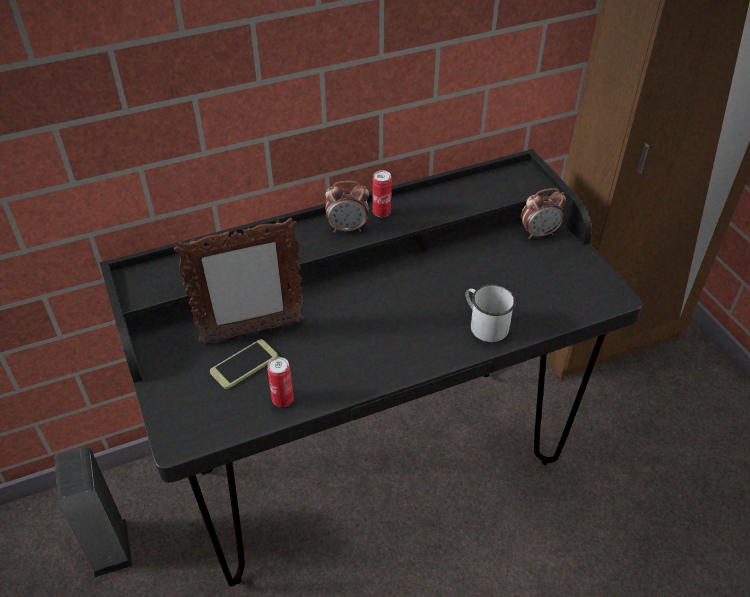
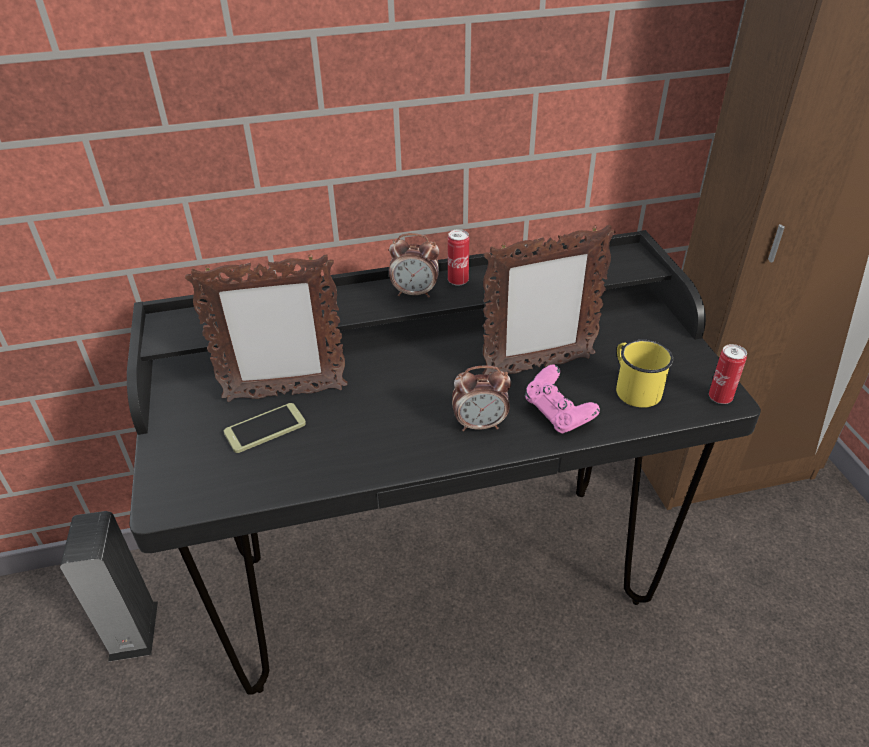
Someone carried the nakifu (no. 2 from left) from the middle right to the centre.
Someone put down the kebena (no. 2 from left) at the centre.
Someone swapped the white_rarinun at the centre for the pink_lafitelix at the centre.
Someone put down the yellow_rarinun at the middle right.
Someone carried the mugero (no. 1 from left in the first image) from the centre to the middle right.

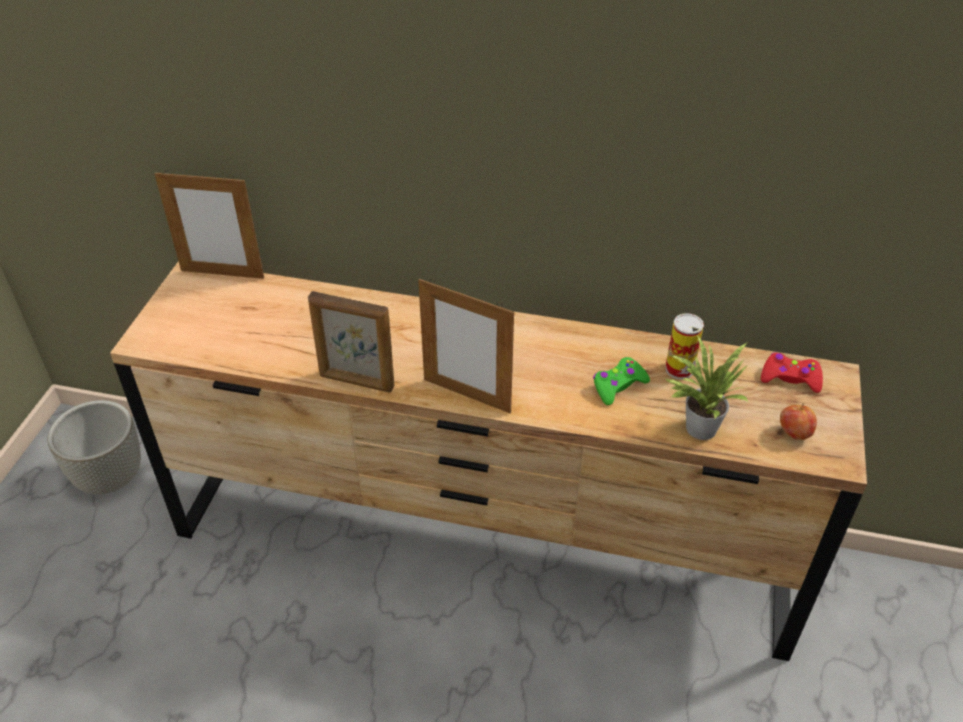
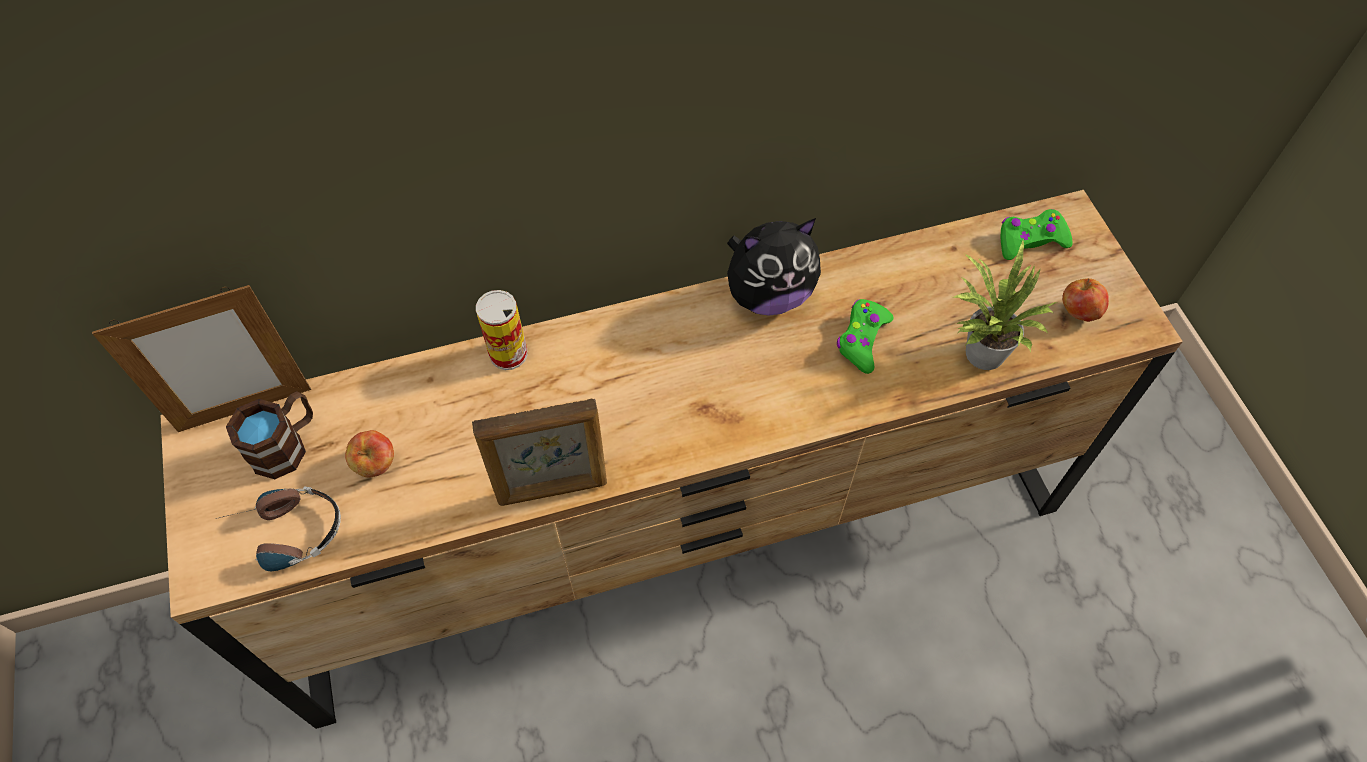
Someone put down the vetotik at the bottom left.
Someone put down the brown_rarinun at the middle left.
Someone put down the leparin (no. 1 from left) at the middle left.
Someone carried the mugero from the middle right to the centre.
Someone put down the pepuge at the centre.
Someone repainted the red_lafitelix at the middle right, which became the green_lafitelix (no. 2 from left) at the top right.
Someone took away the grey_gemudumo at the middle left.
Someone took away the kebena (no. 3 from left) at the centre.

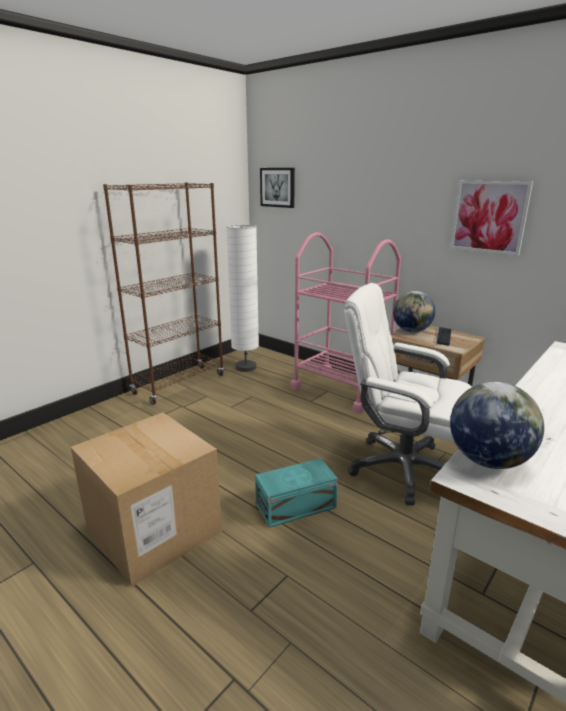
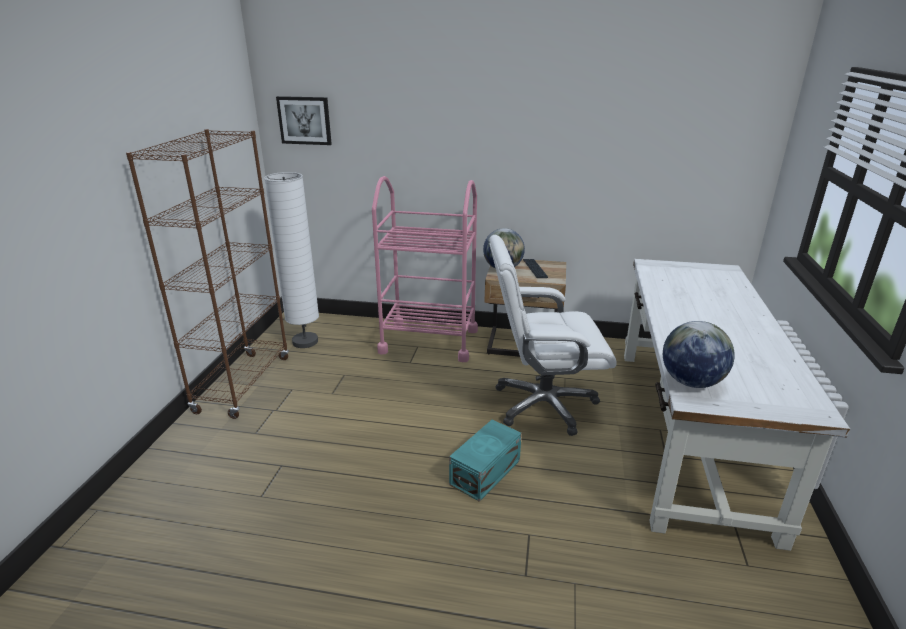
Someone took away the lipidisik at the bottom left.
Someone took away the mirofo (no. 2 from left) at the top right.

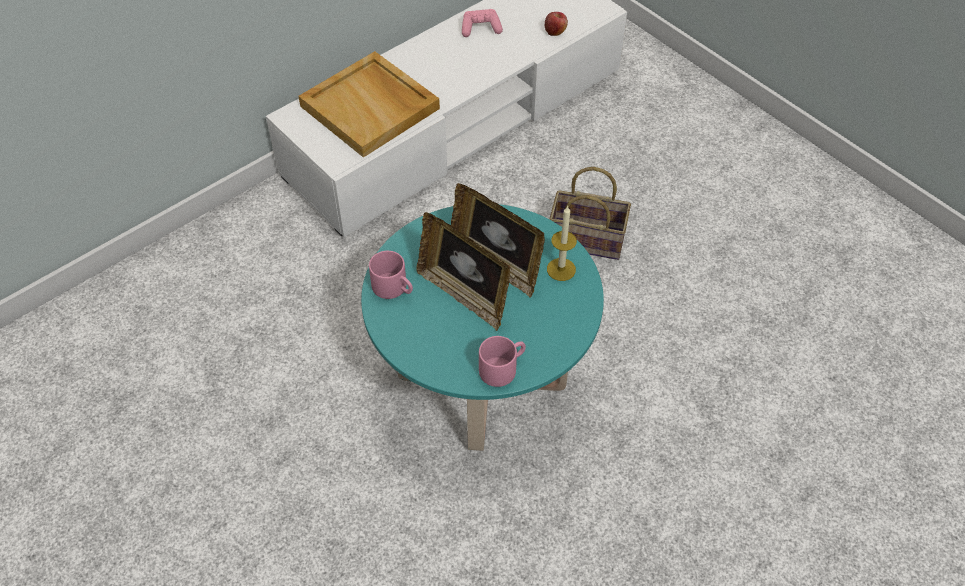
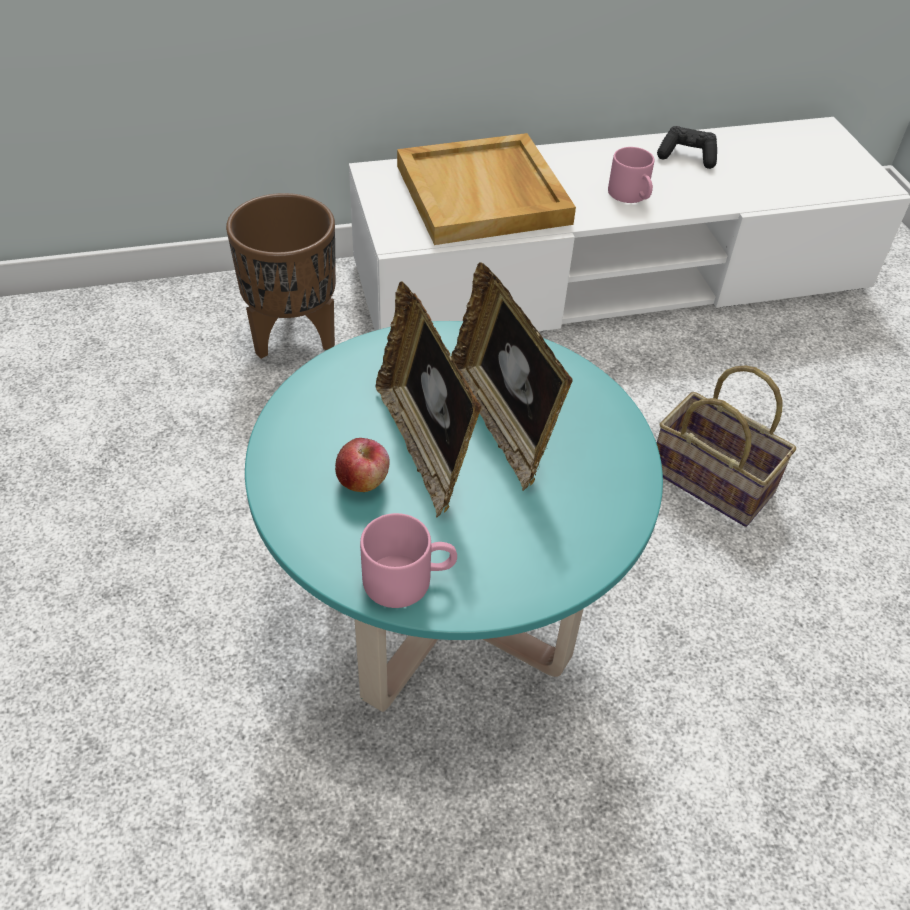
Someone put down the brown_gemudumo at the top left.
Someone carried the leparin from the top centre to the centre.
Someone carried the pink_rarinun (no. 1 from left in the first image) from the centre to the top right.
Someone repainted the pink_lafitelix at the top centre, which became the black_lafitelix at the top right.
Someone took away the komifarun at the centre.

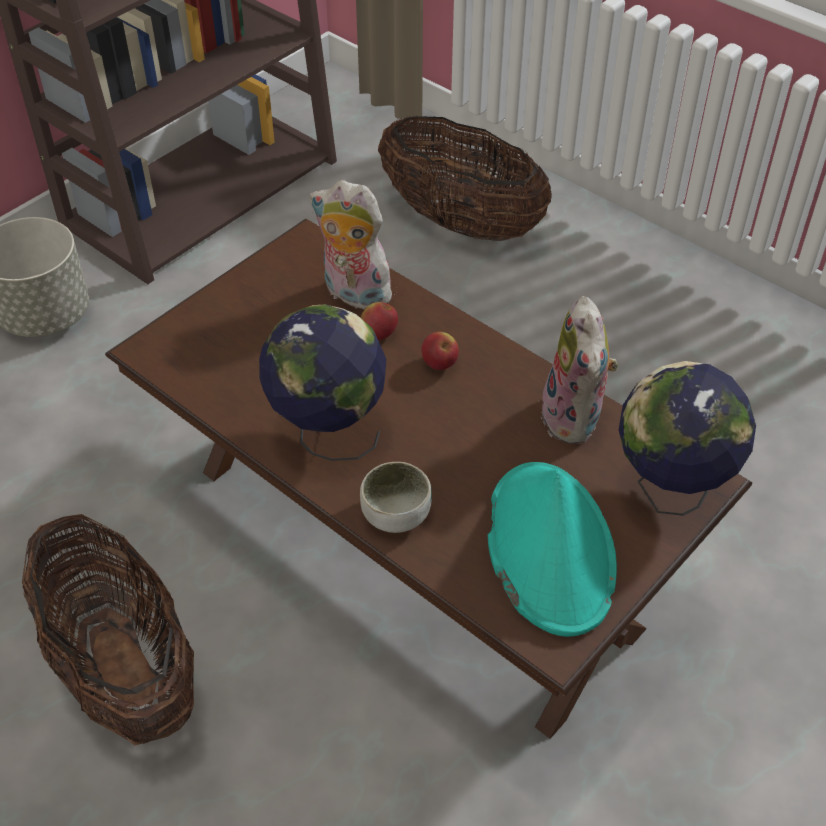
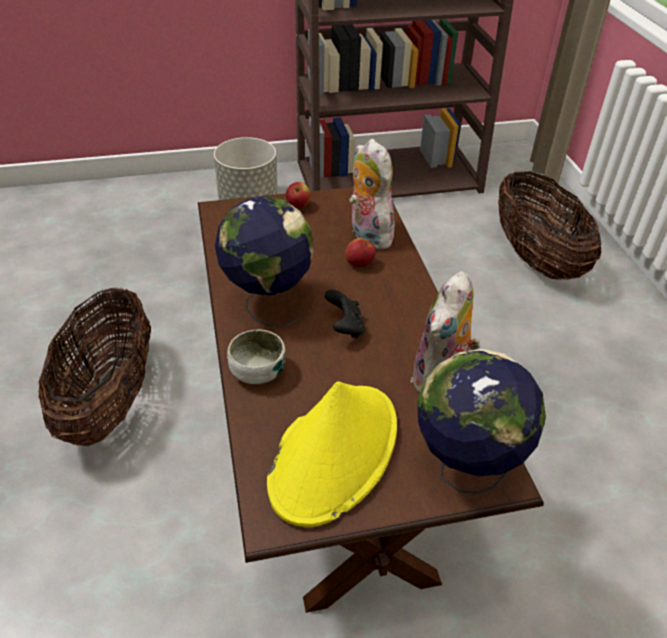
Someone repainted the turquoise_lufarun at the middle right, which became the yellow_lufarun at the bottom centre.
Someone carried the leparin (no. 2 from left in the first image) from the centre to the top centre.
Someone put down the black_lafitelix at the centre.

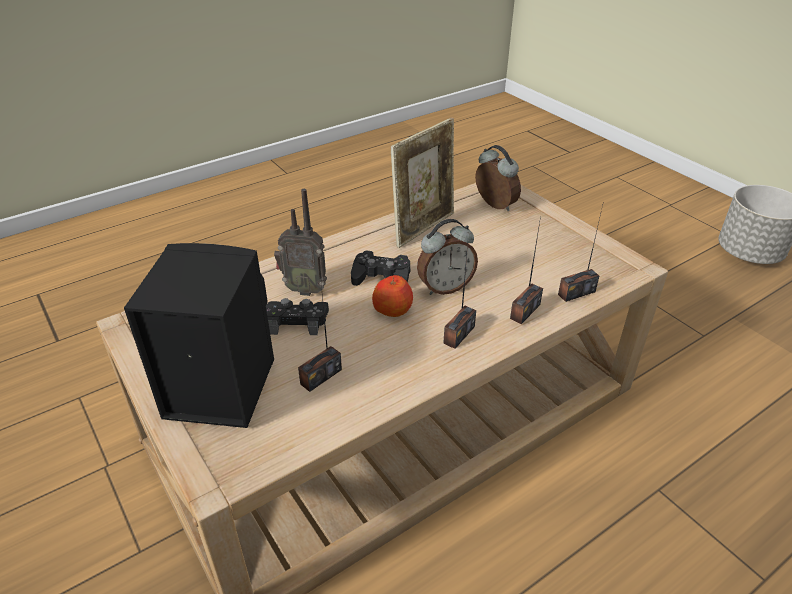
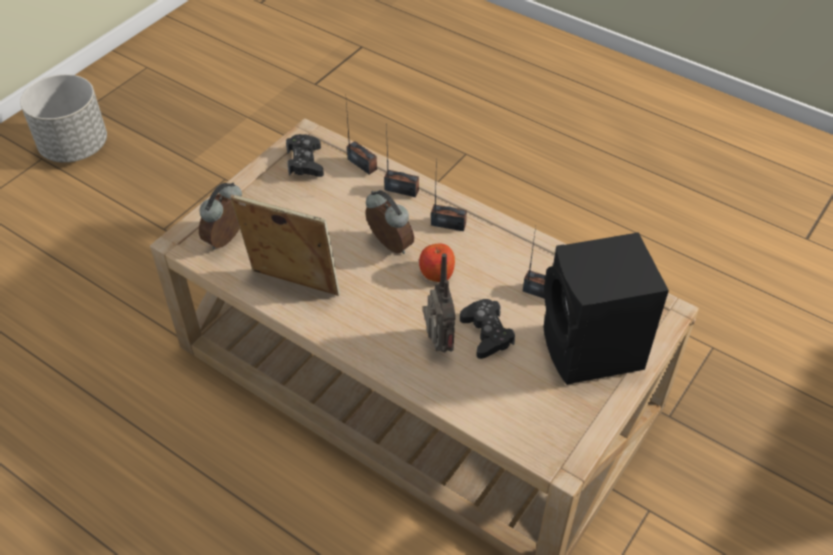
Someone carried the black_lafitelix (no. 2 from left in the first image) from the centre to the top centre.

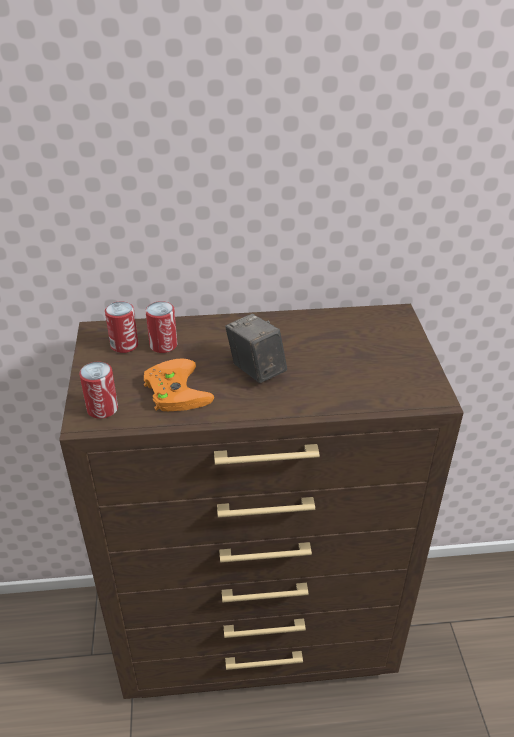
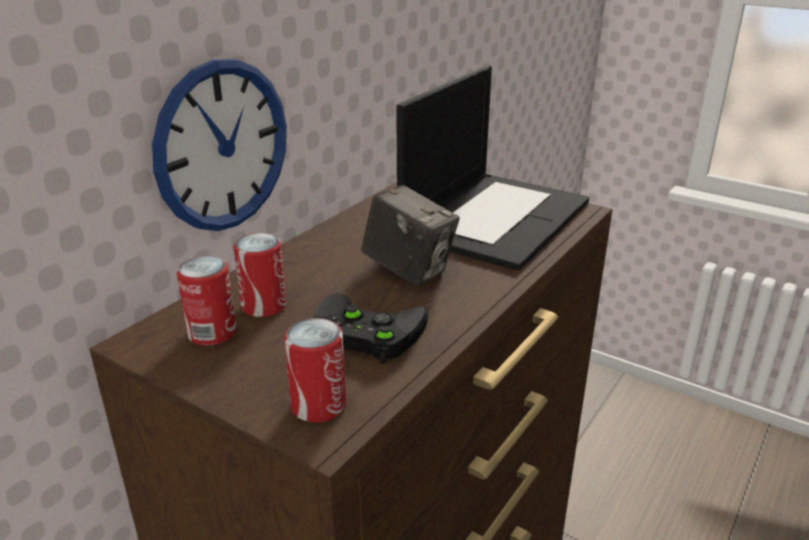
Someone put up the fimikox at the top left.
Someone repainted the orange_lafitelix at the centre, which became the black_lafitelix at the centre.
Someone rotated the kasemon at the centre by 150 degrees counterclockwise.
Someone put down the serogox at the top centre.

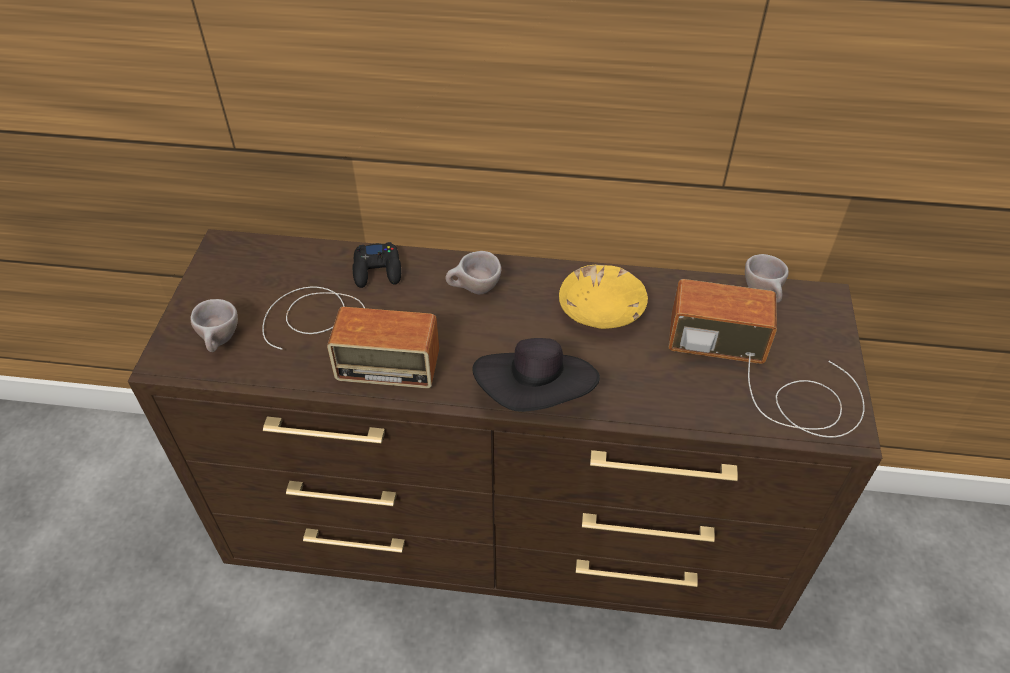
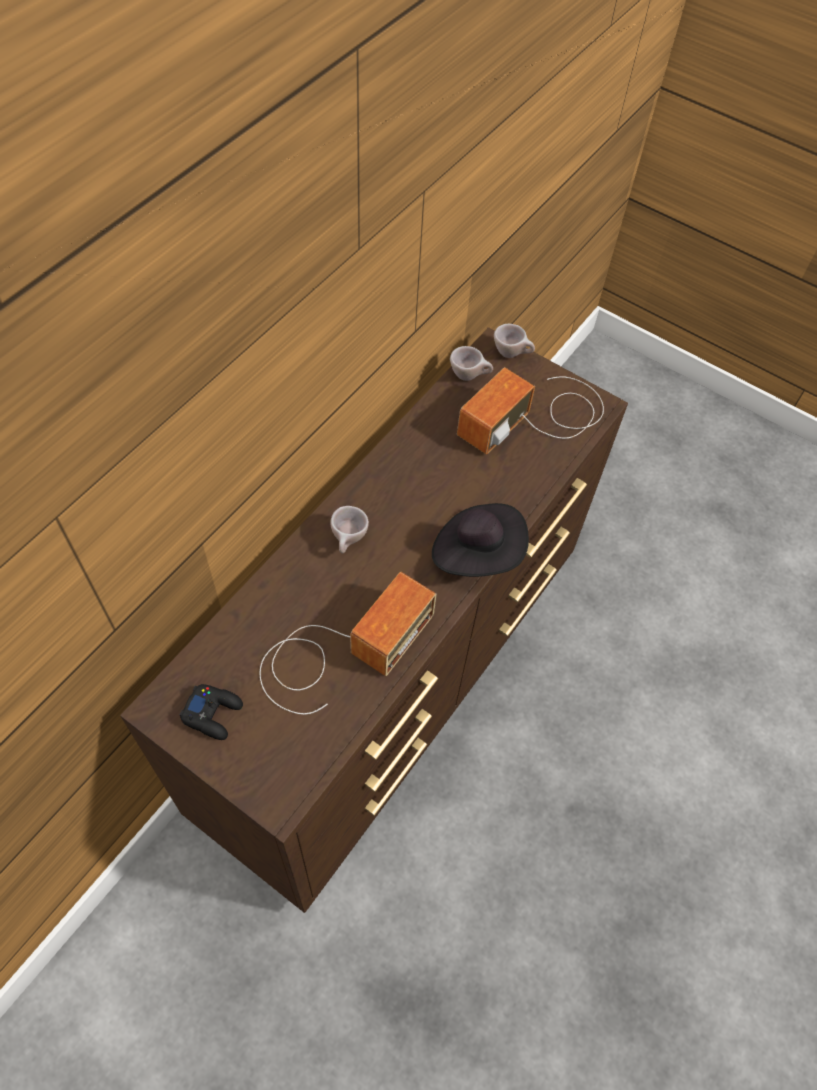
Someone carried the black_lafitelix from the centre to the middle left.
Someone carried the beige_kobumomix (no. 1 from left in the first image) from the middle left to the top centre.
Someone took away the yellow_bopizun at the centre.

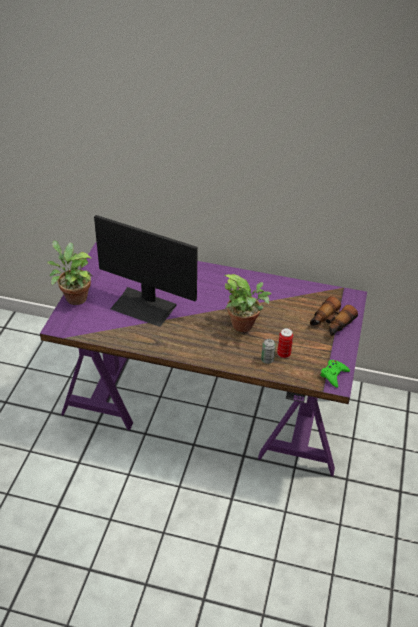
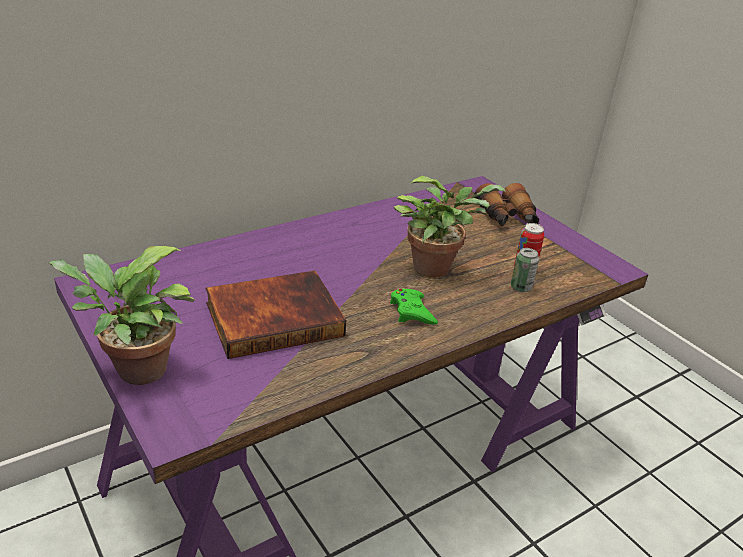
Someone swapped the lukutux at the centre for the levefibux at the centre.
Someone carried the green_lafitelix from the middle right to the centre.

